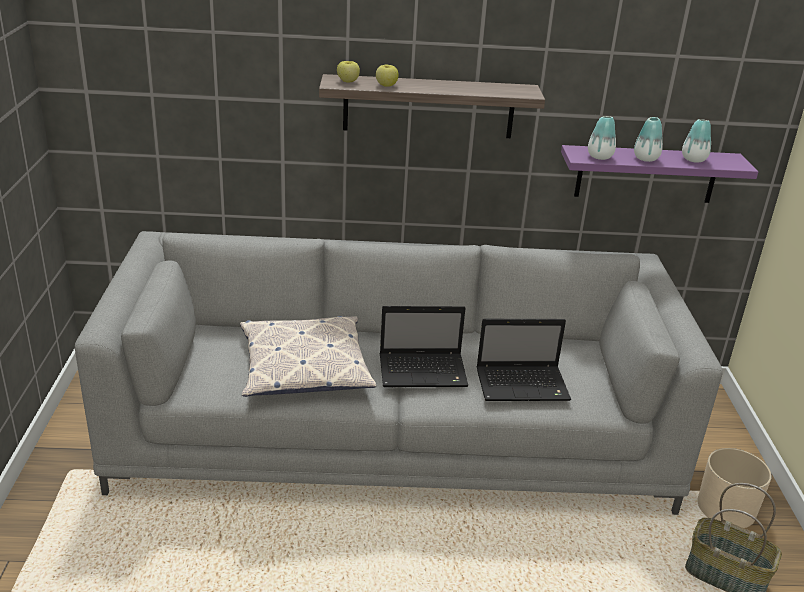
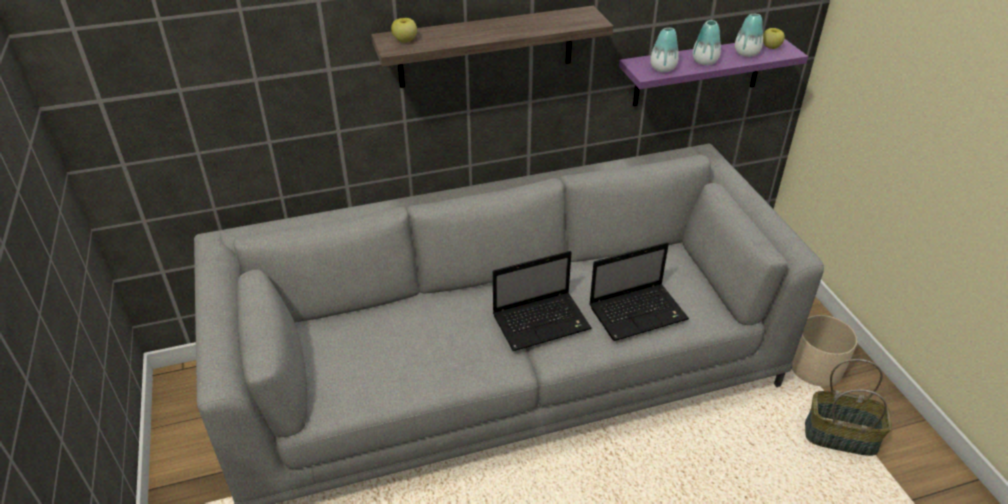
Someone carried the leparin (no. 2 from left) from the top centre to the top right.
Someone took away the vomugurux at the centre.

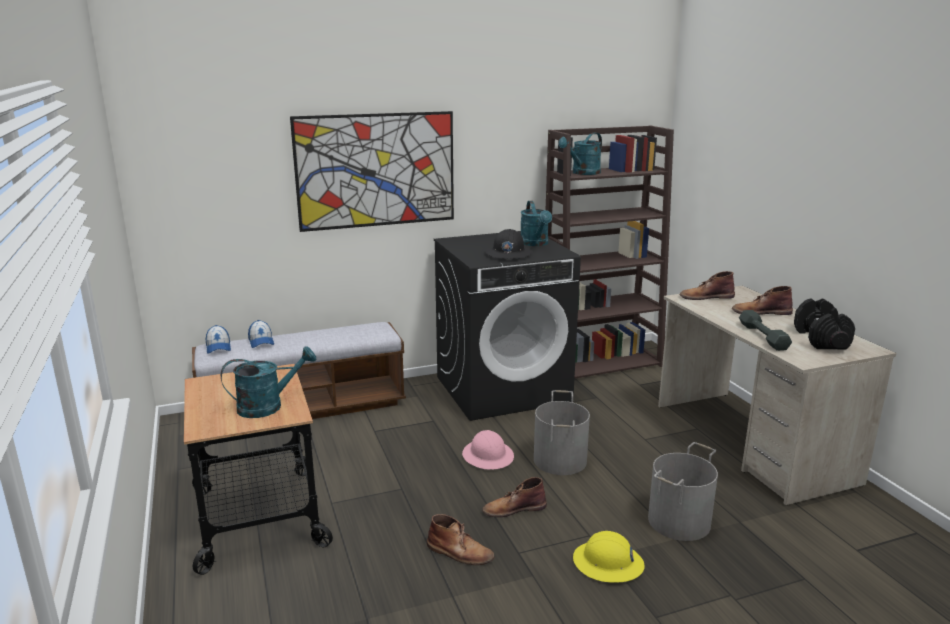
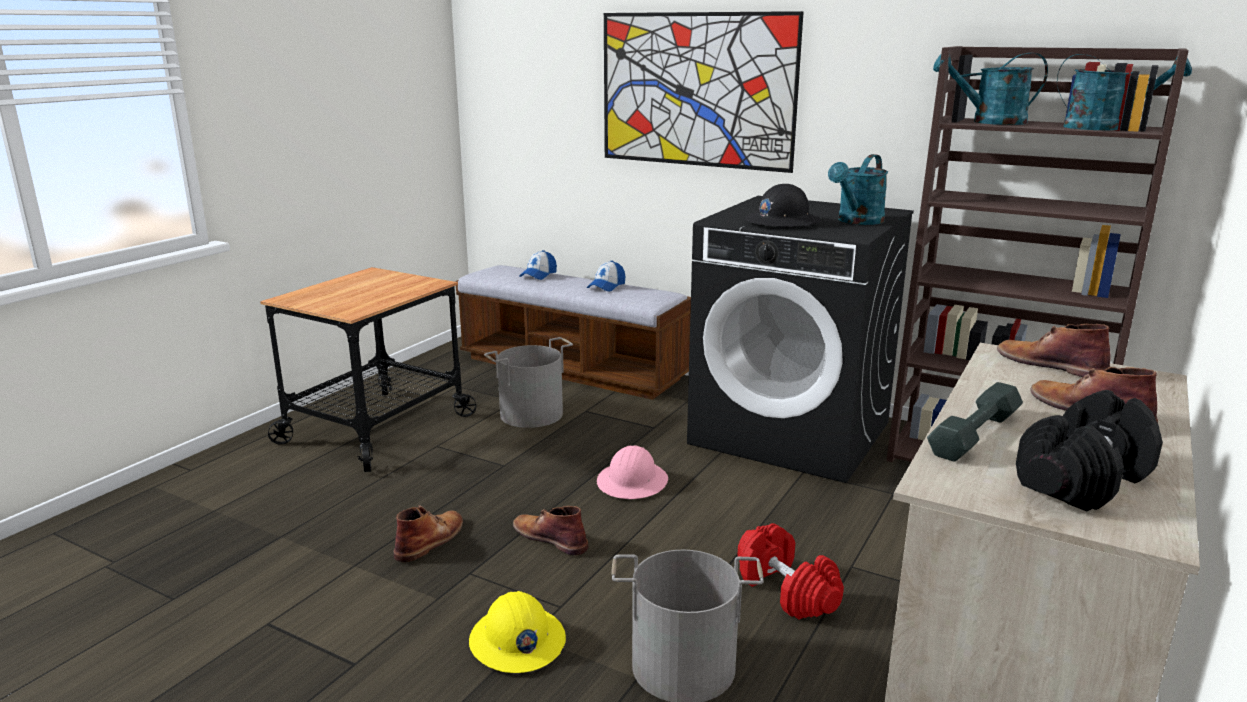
Someone rotated the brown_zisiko (no. 1 from left) at the bottom centre by 135 degrees counterclockwise.
Someone carried the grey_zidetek (no. 1 from left) from the bottom centre to the centre.
Someone carried the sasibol (no. 1 from left in the first image) from the middle left to the centre.
Someone put down the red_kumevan at the bottom centre.
Someone carried the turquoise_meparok (no. 1 from left in the first image) from the middle left to the top right.

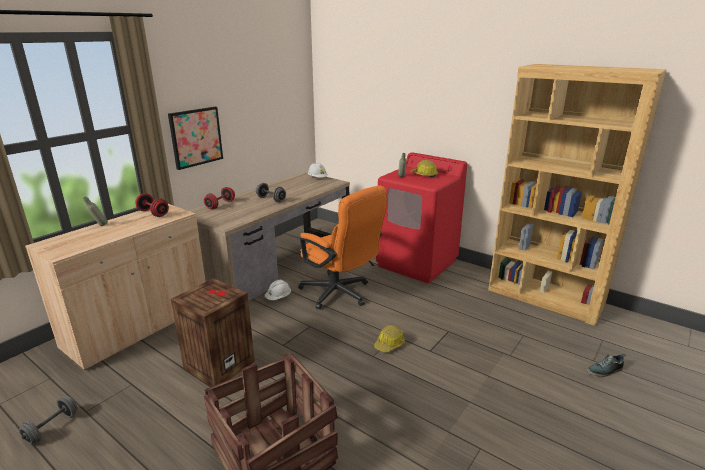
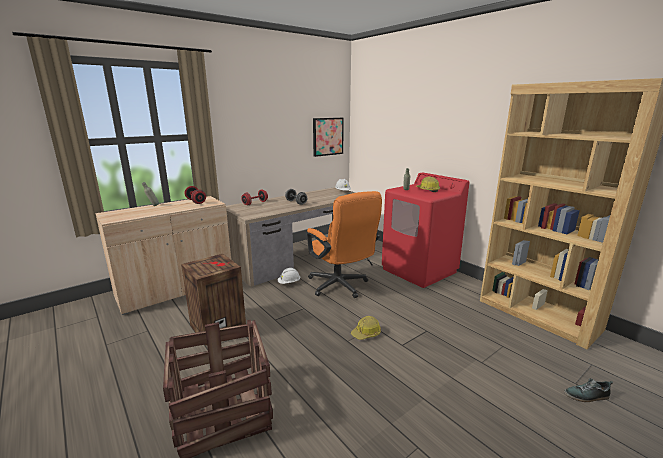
Someone carried the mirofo from the top left to the top centre.
Someone took away the grey_kumevan (no. 1 from left) at the bottom left.

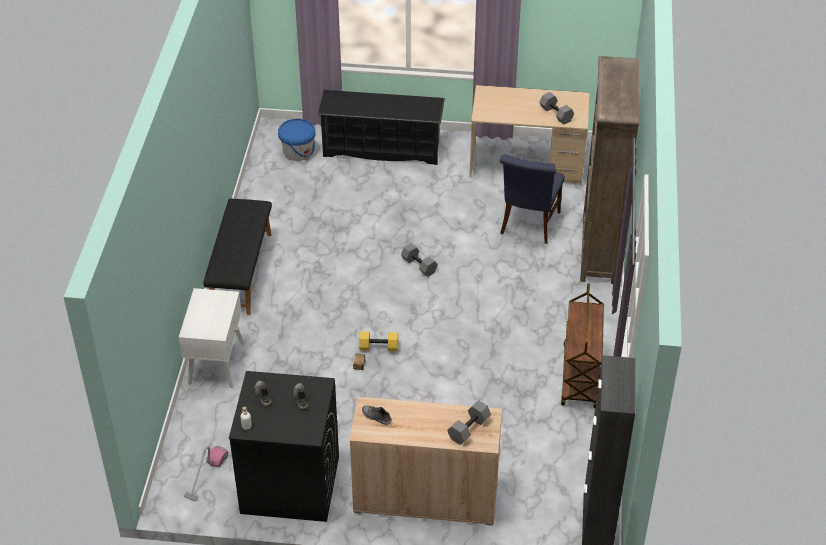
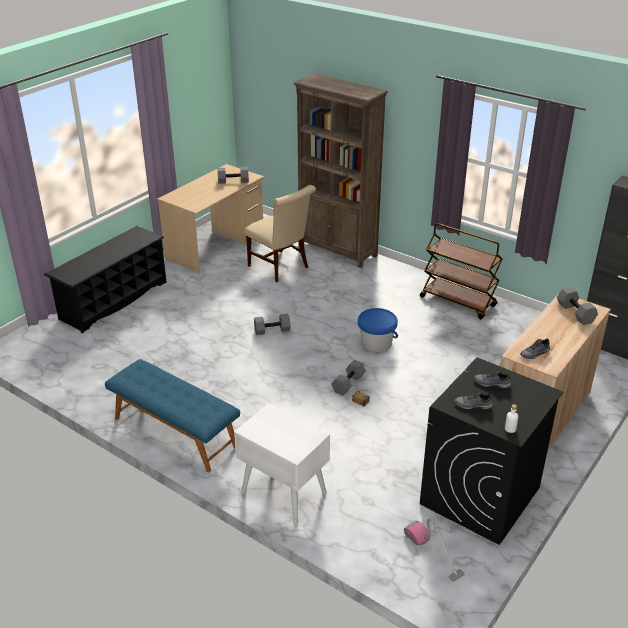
Someone repainted the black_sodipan at the middle left, which became the blue_sodipan at the middle left.
Someone repainted the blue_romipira at the centre, which became the beige_romipira at the centre.
Someone repainted the yellow_kumevan at the centre, which became the grey_kumevan (no. 3 from left) at the centre.
Someone carried the blue_zidetek from the top centre to the centre.

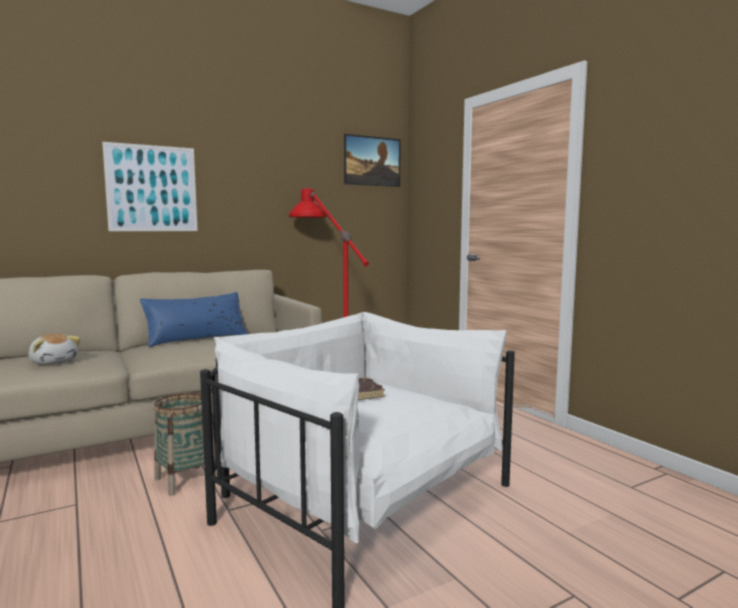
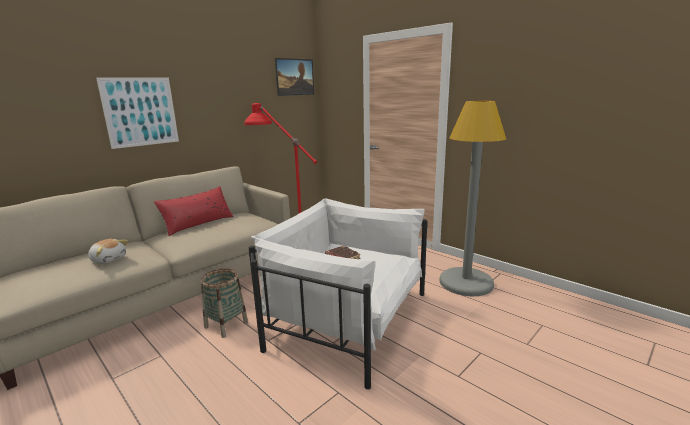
Someone repainted the blue_vomugurux at the middle left, which became the red_vomugurux at the middle left.
Someone put down the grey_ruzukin at the middle right.

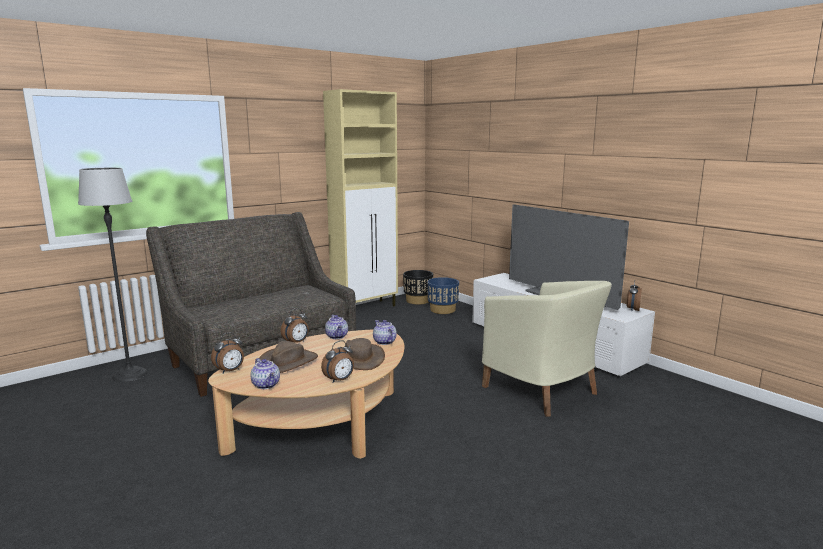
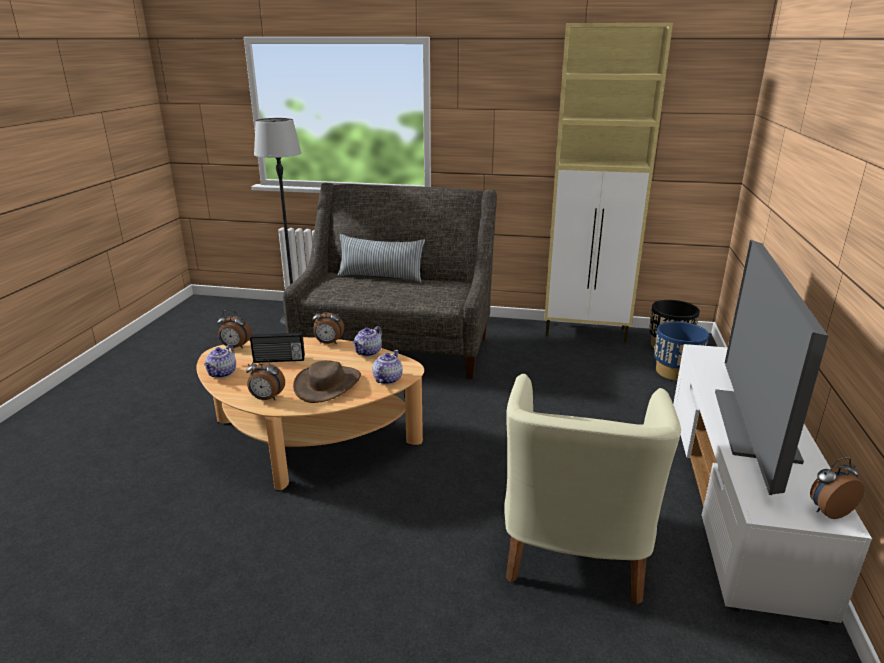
Someone swapped the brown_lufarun (no. 1 from left) at the centre for the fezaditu at the middle left.
Someone put down the vomugurux at the centre.

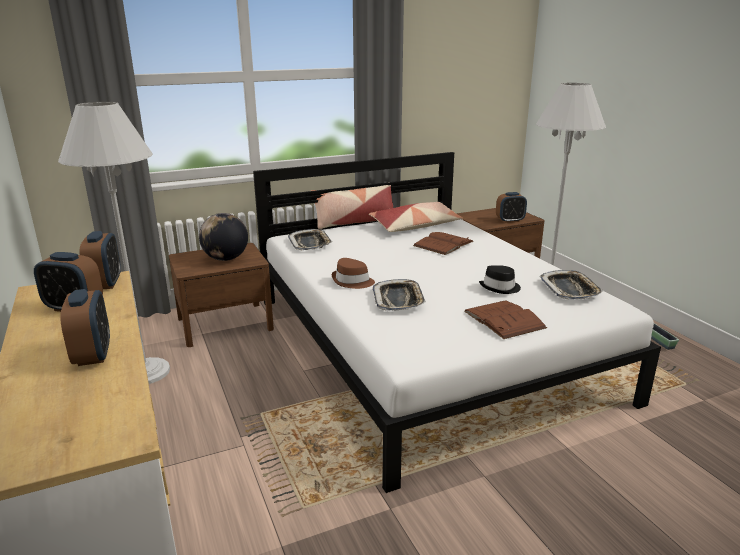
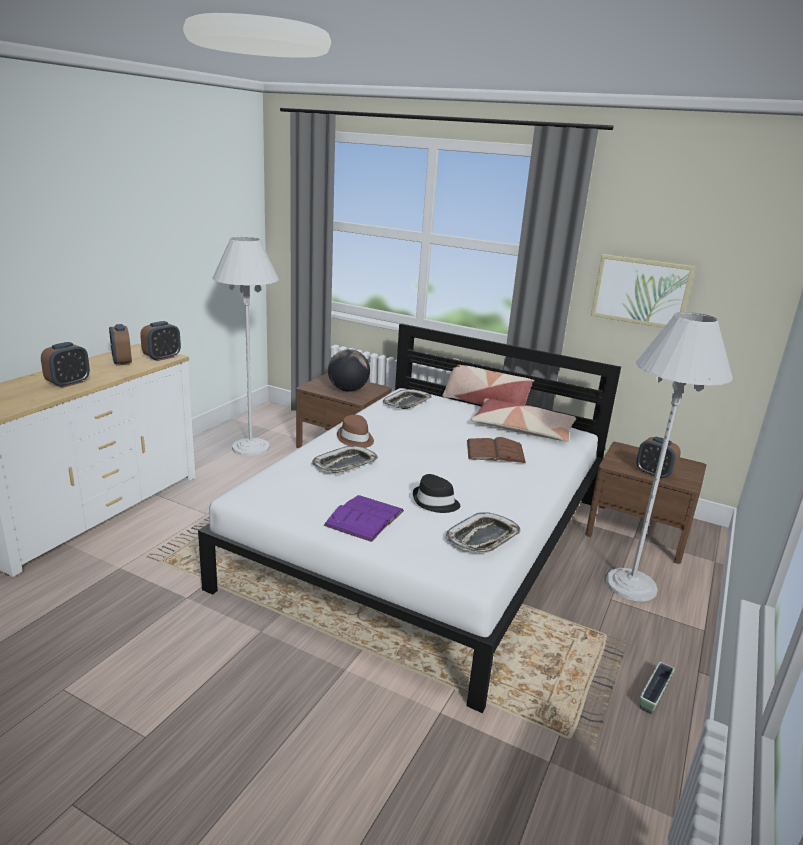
Someone repainted the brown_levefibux (no. 2 from left) at the middle right, which became the purple_levefibux at the centre.
Someone put up the mirofo at the middle right.

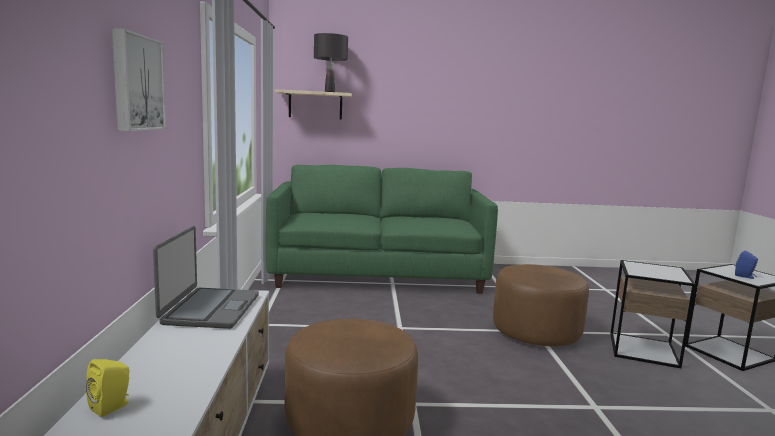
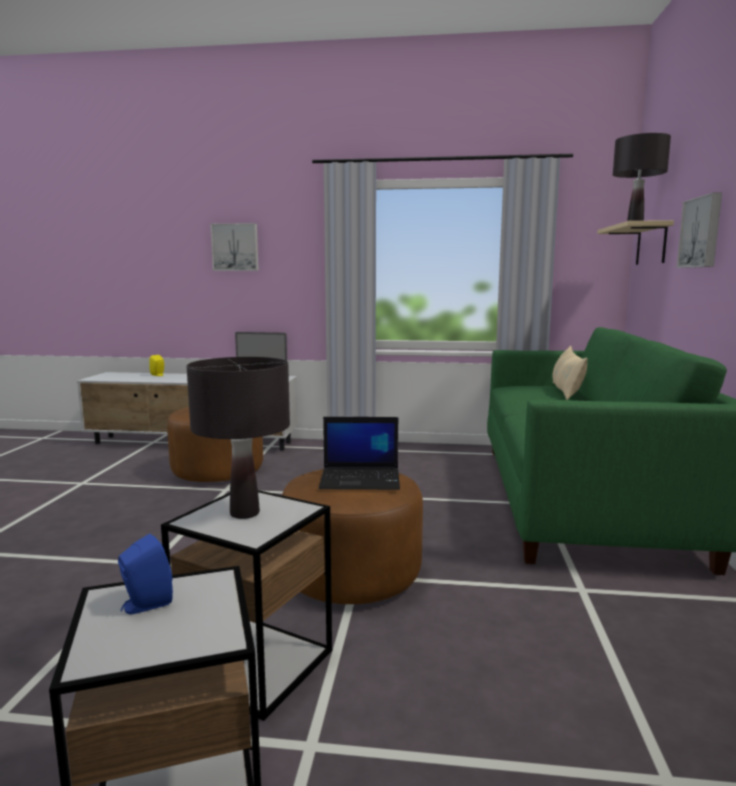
Someone put down the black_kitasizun (no. 1 from left) at the middle left.
Someone put down the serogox (no. 2 from left) at the centre.
Someone put down the beige_vomugurux at the middle right.
Someone put up the mirofo (no. 2 from left) at the top right.

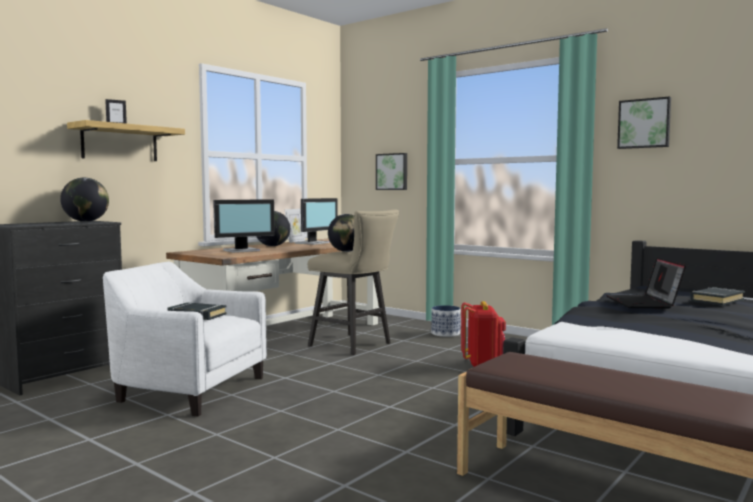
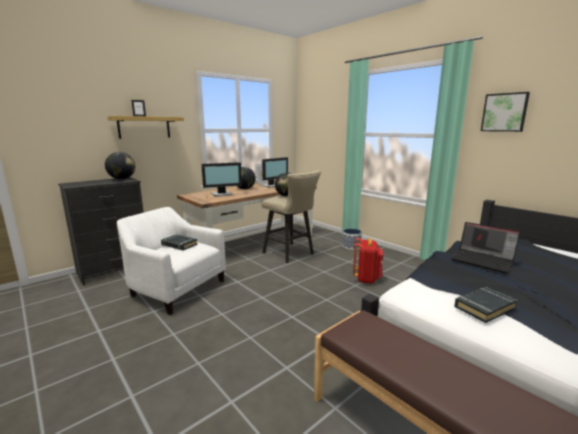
Someone rotated the serogox at the middle right by 60 degrees counterclockwise.
Someone carried the black_levefibux (no. 2 from left) from the middle right to the bottom right.
Someone took away the mirofo (no. 1 from left) at the centre.

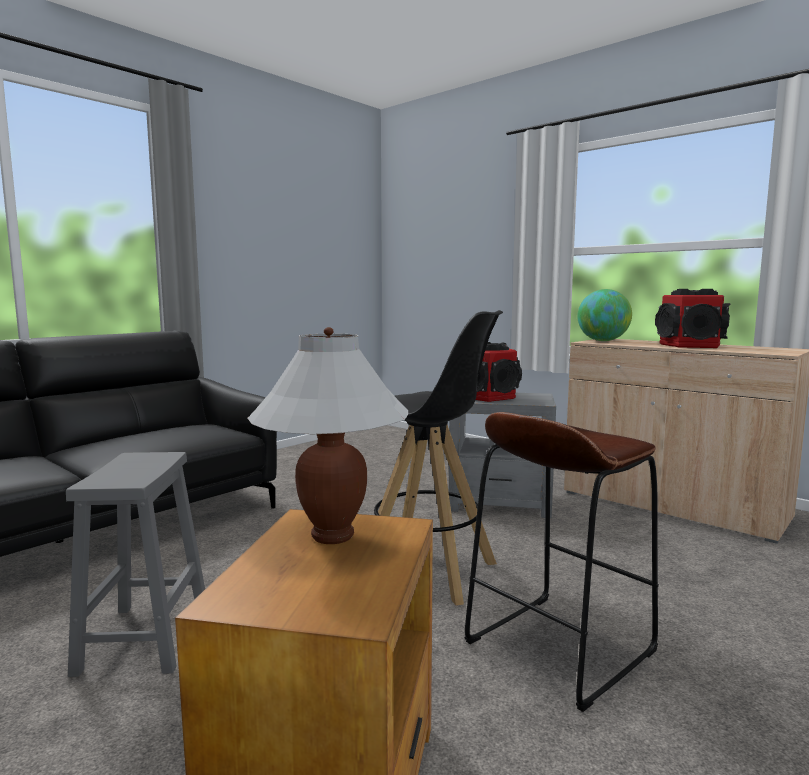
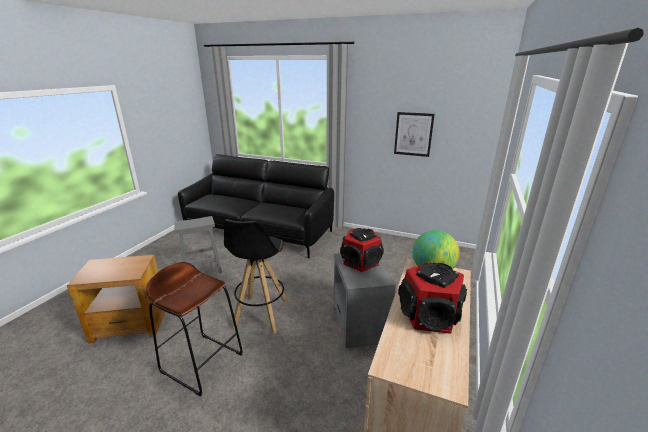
Someone put up the mirofo at the top centre.
Someone took away the white_kitasizun at the centre.

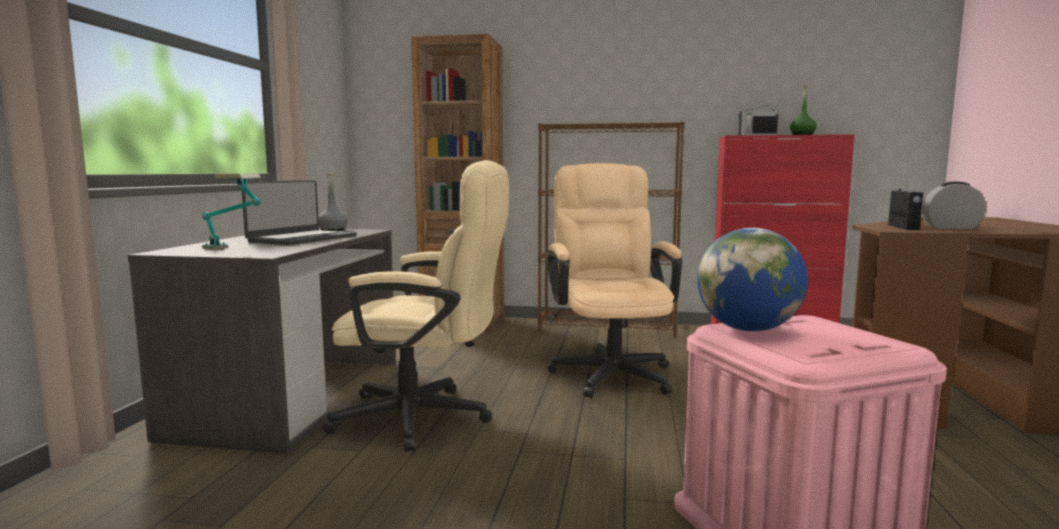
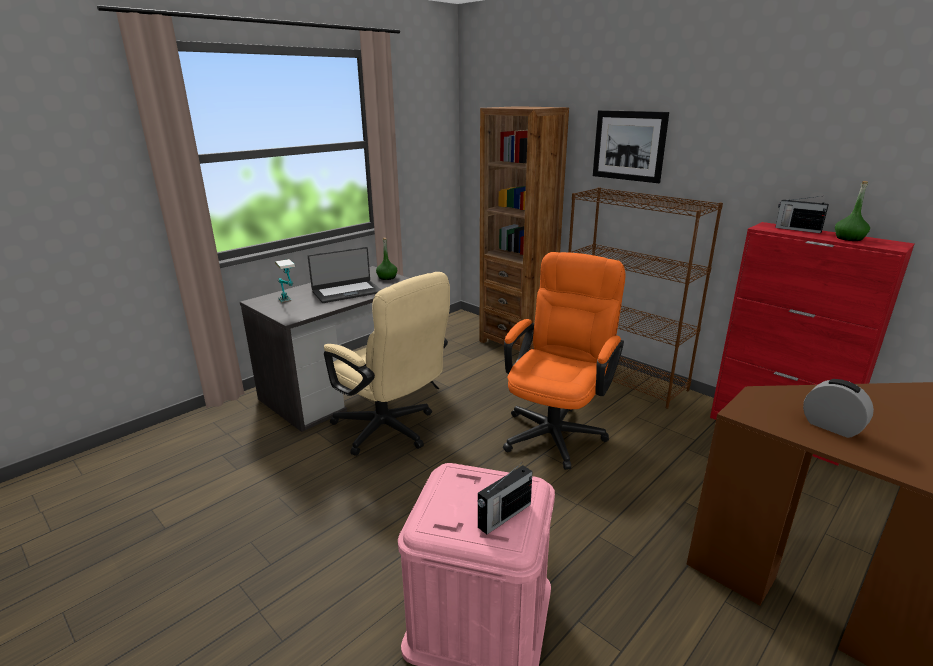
Someone repainted the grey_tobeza at the middle left, which became the green_tobeza (no. 1 from left) at the centre.
Someone carried the fezaditu (no. 2 from left in the first image) from the middle right to the bottom centre.
Someone repainted the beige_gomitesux (no. 2 from left) at the centre, which became the orange_gomitesux at the centre.
Someone put up the mirofo at the top right.
Someone took away the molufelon at the middle right.

